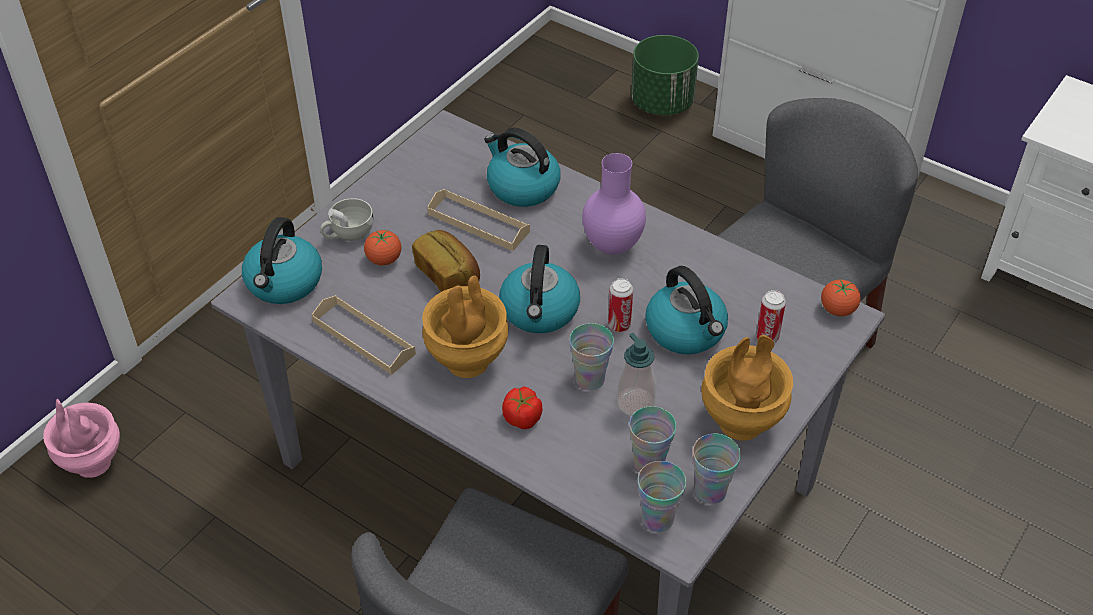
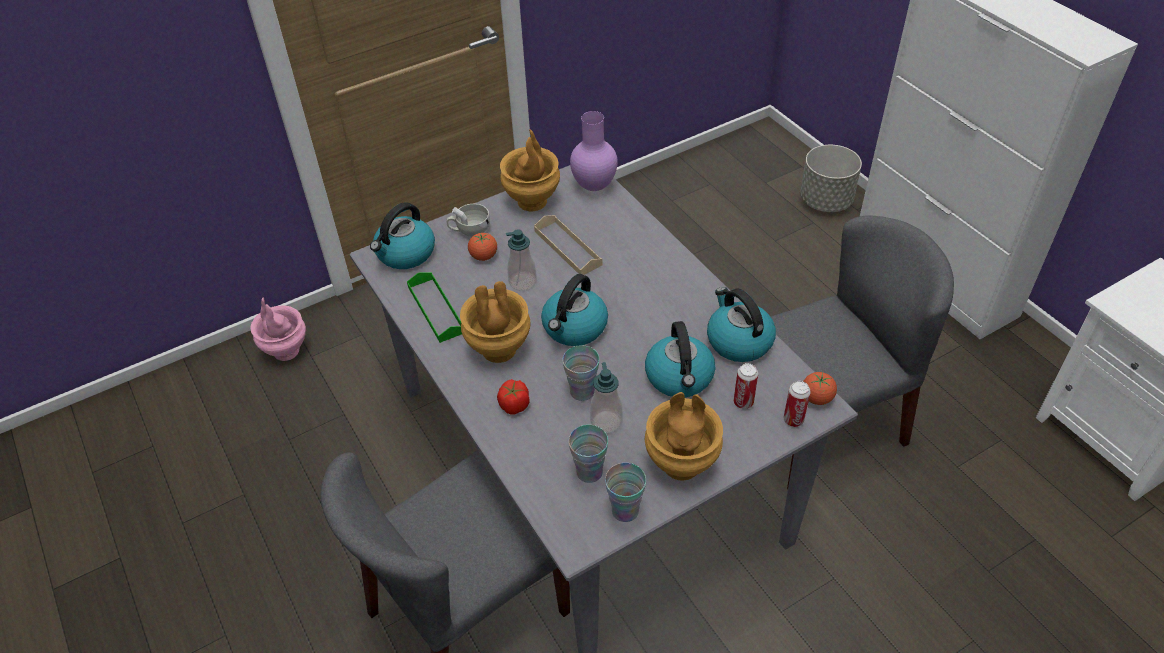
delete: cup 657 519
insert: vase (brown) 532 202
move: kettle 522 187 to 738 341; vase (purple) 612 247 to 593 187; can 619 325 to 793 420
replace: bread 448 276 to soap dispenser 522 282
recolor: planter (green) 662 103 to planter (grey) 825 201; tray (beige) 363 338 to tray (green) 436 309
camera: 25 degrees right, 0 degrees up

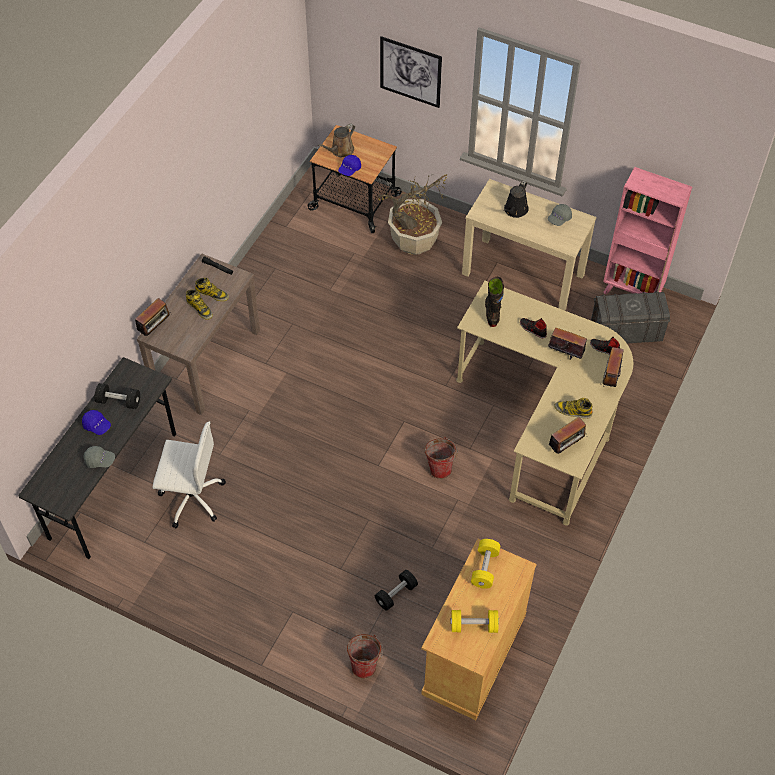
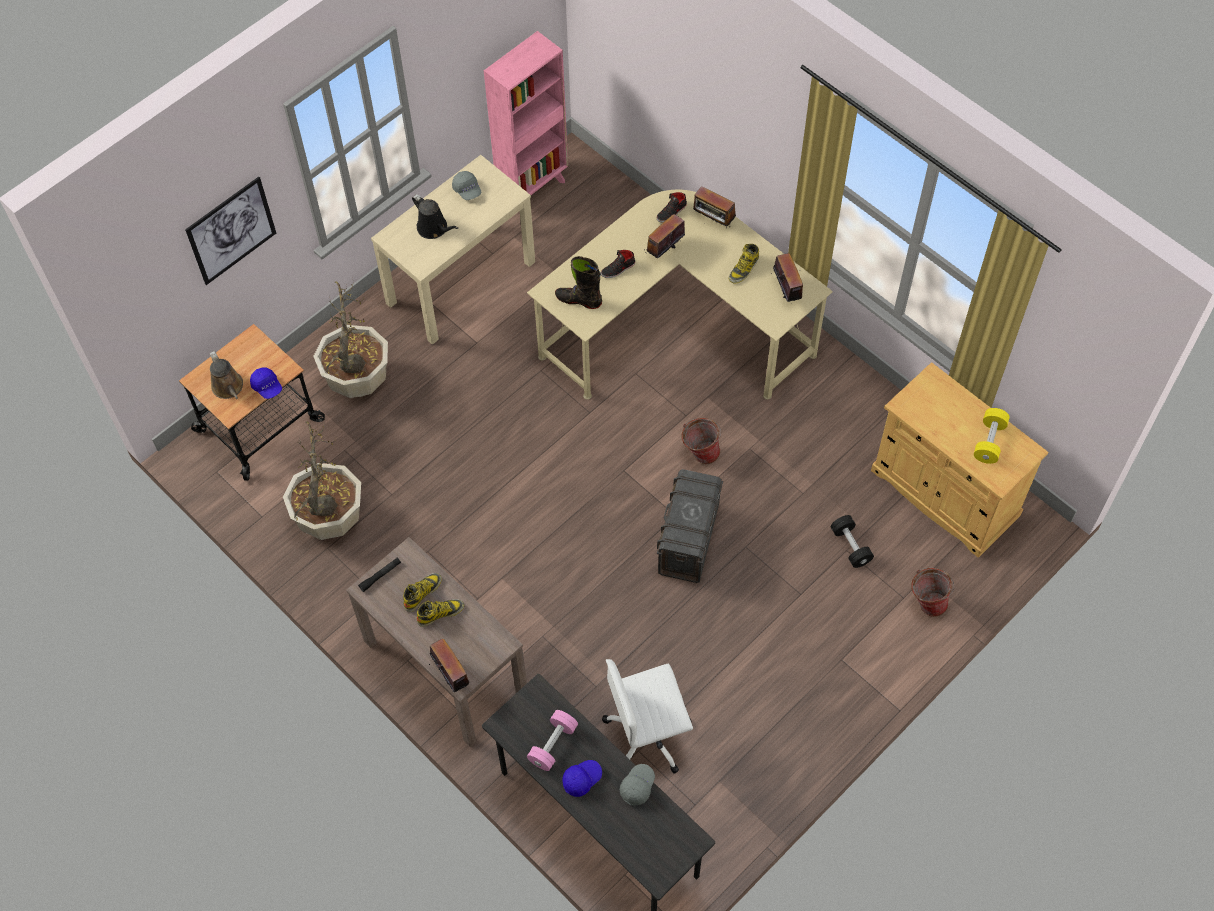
delete: dumbbell (yellow) 485 568
insert: potted plant 329 518
move: storage box (grey) 625 332 to 688 539
recolor: dumbbell (black) 119 401 to dumbbell (pink) 553 745
rotate: office chair (white) 191 497 = 649 734 135 degrees counterclockwise
camera: 70 degrees left, 5 degrees up

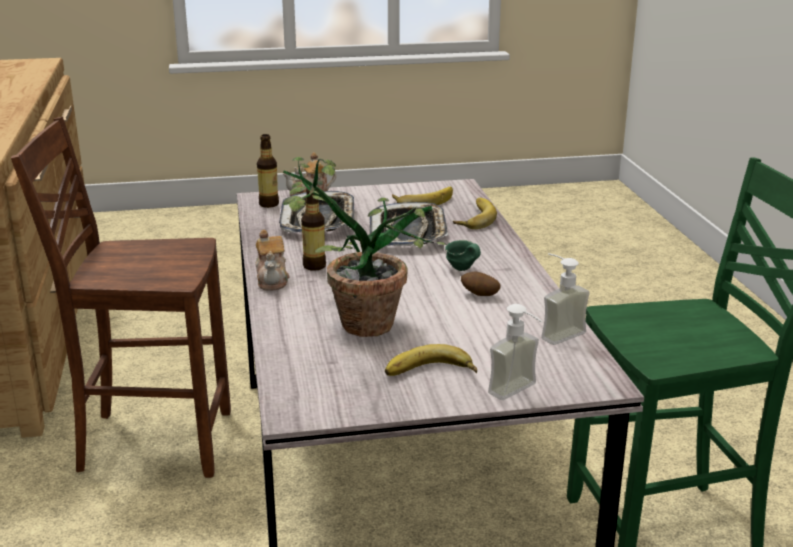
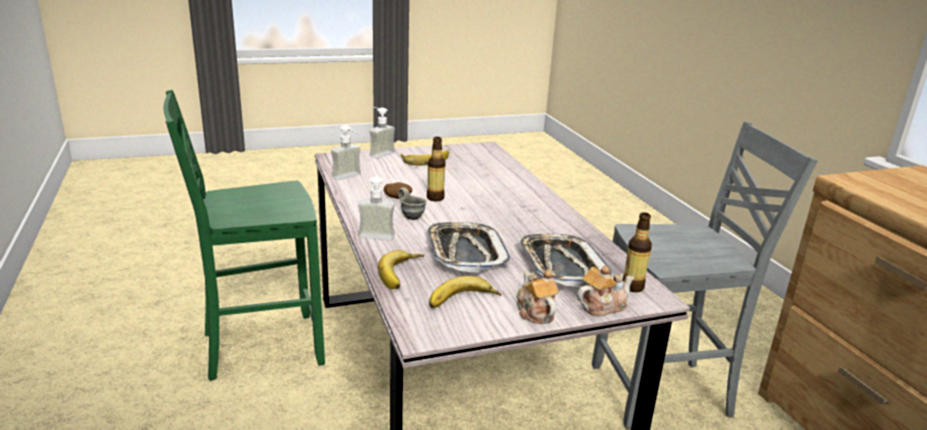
delete: potted plant 353 323
insert: soap dispenser 378 233
move: bottle 314 266 to 435 198; teapot 272 280 to 534 312
recolor: chair (brown) 152 442 to chair (grey) 664 393; mug (green) 461 270 to mug (grey) 412 216
camera: 170 degrees right, 0 degrees up

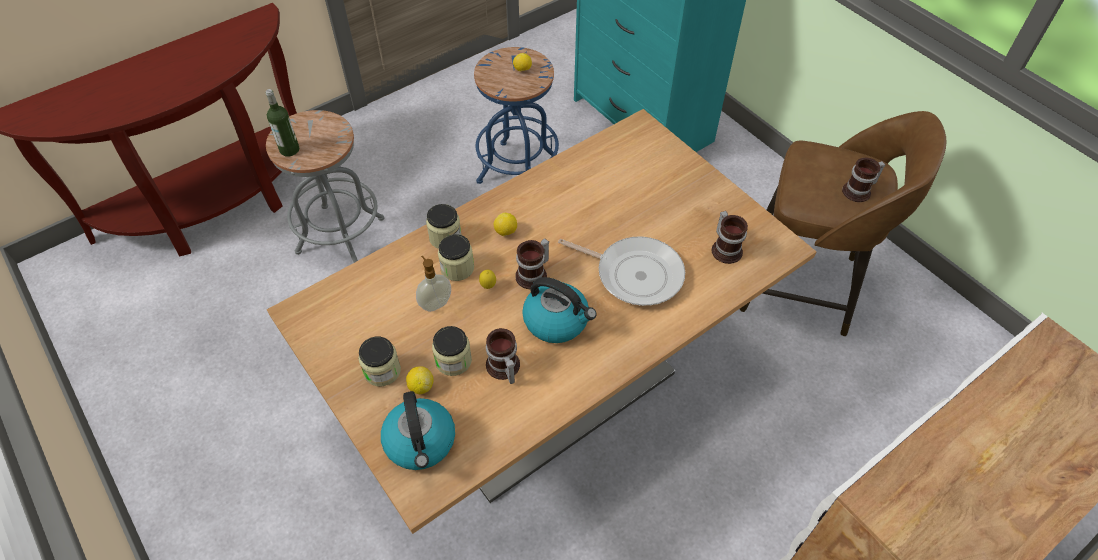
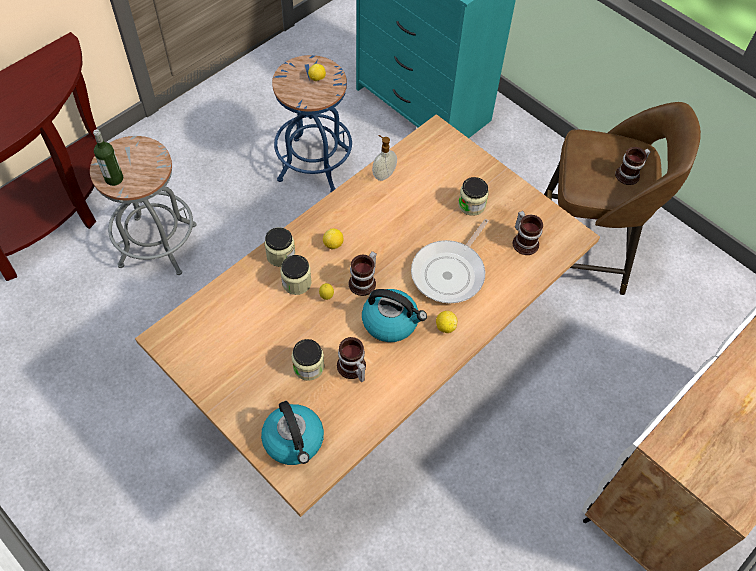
move: soap dispenser 435 303 to 383 174; jar 382 371 to 471 205; lemon 421 386 to 445 327
rotate: frying pan 634 274 = 450 272 105 degrees clockwise
camera: 10 degrees left, 5 degrees up

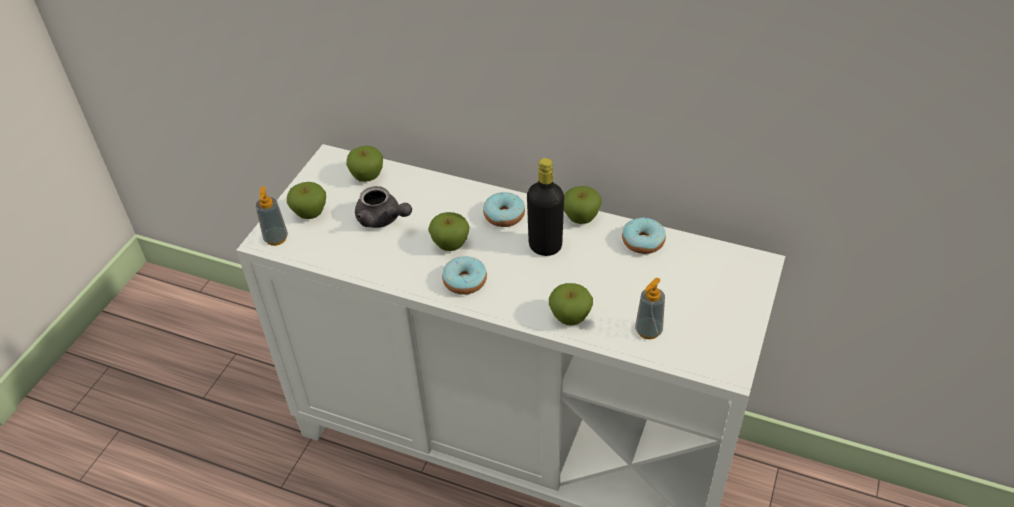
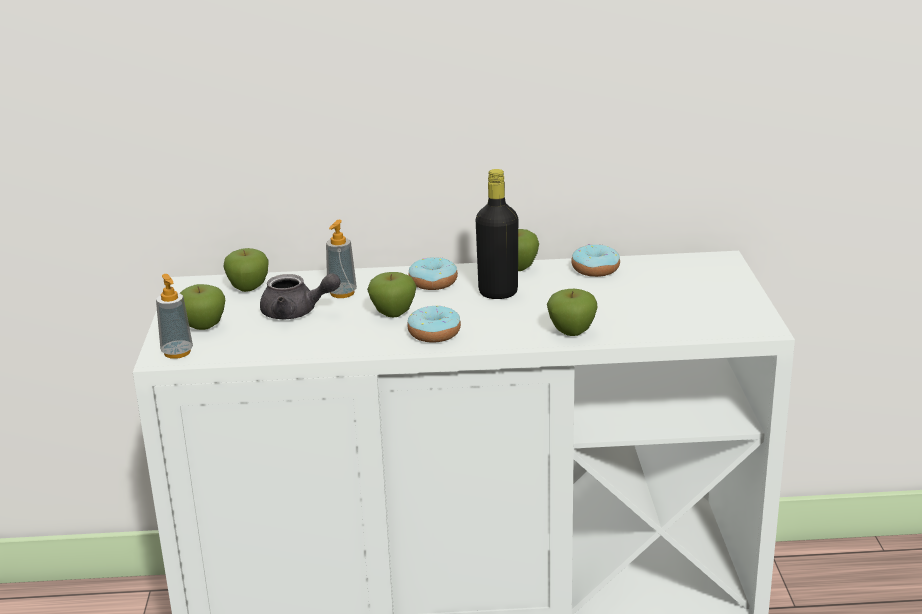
move: soap dispenser 648 330 to 342 293
camera: 25 degrees left, 20 degrees down

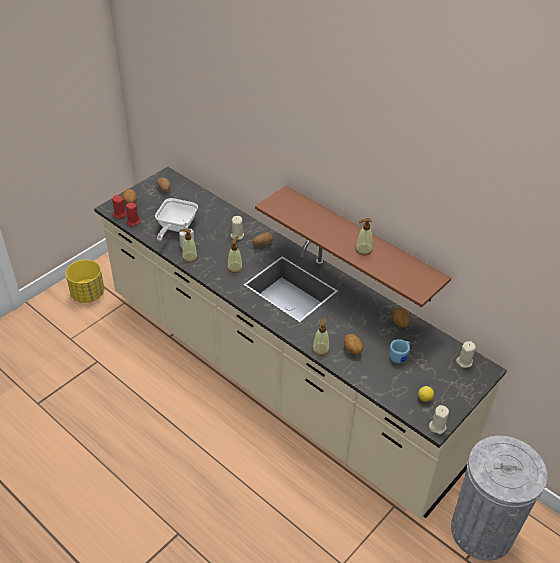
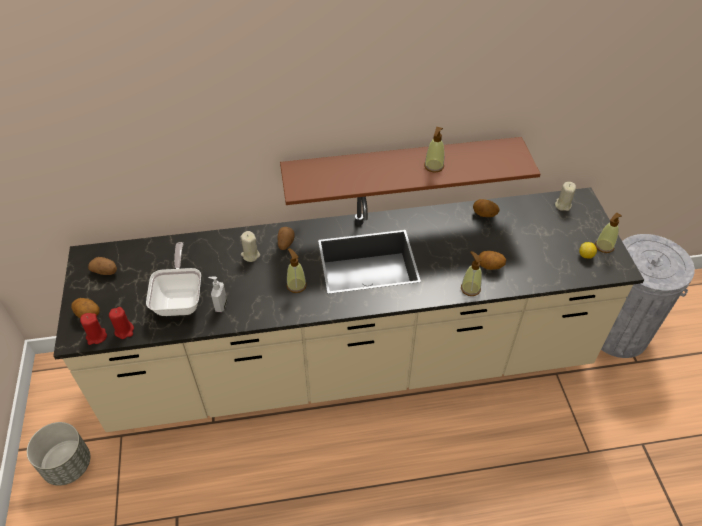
delete: mug (blue) 400 356; candle (beige) 437 426
move: soap dispenser 189 257 to 604 246
recolor: planter (yellow) 88 294 to planter (grey) 68 465
rotate: frying pan 175 228 = 180 299 150 degrees counterclockwise
camera: 50 degrees left, 5 degrees up

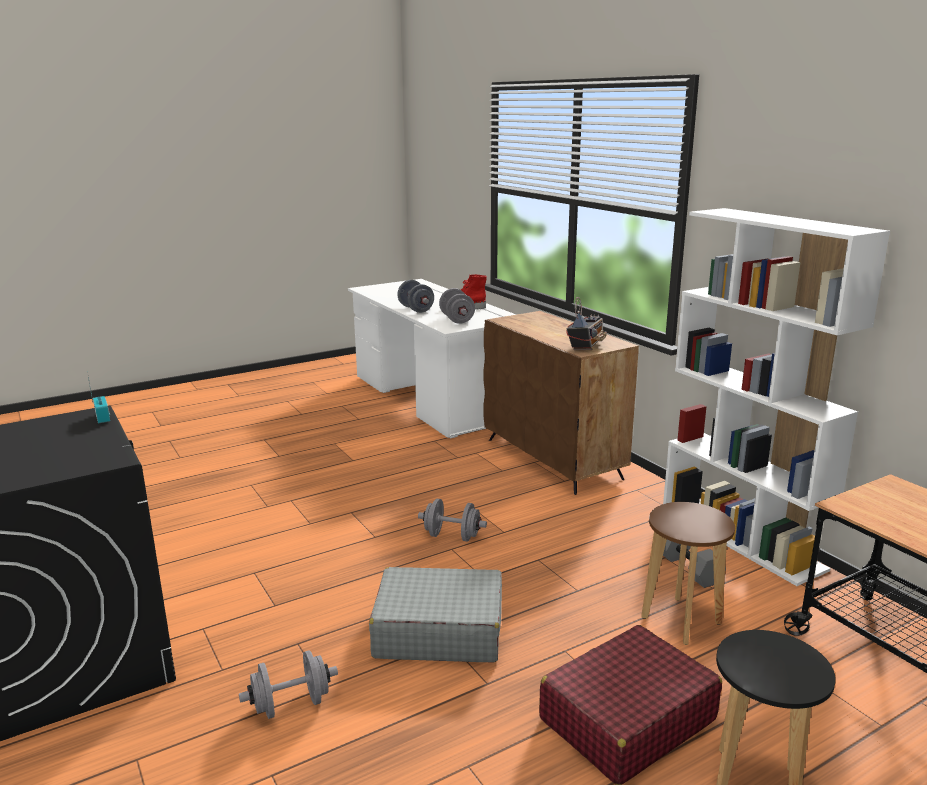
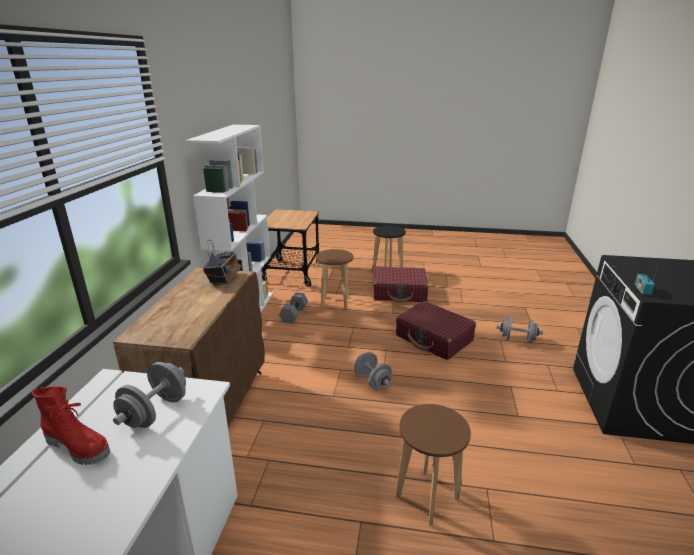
delete: dumbbell (grey) 416 309
insert: stool (brown) 427 497
recolor: suitcase (grey) 438 631 to suitcase (red) 434 338
rotate: radio 586 346 = 224 278 120 degrees clockwise
camera: 140 degrees left, 5 degrees up

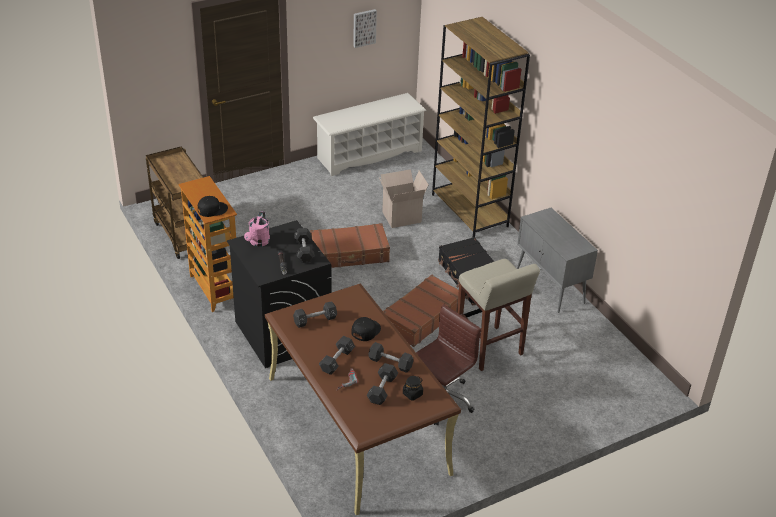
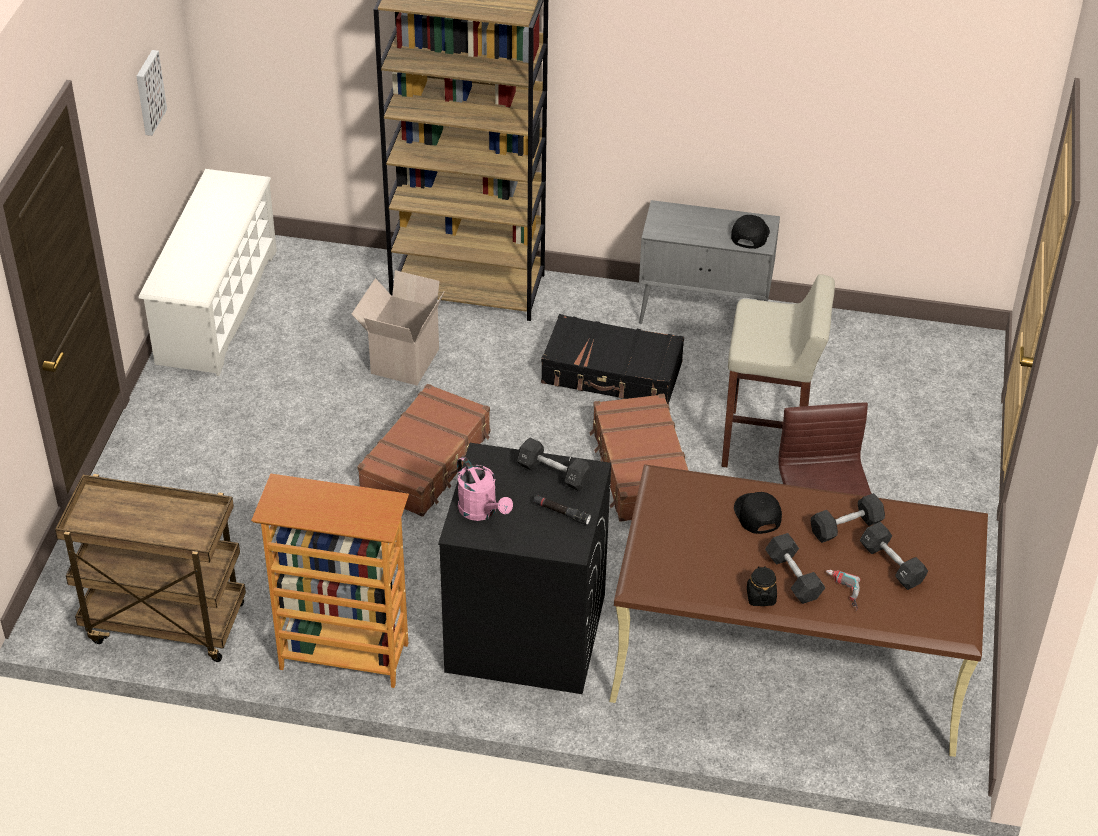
delete: dumbbell (black) 315 320
move: cap (black) 212 209 to 749 234; jar (black) 412 394 to 760 597
camera: 50 degrees left, 5 degrees up

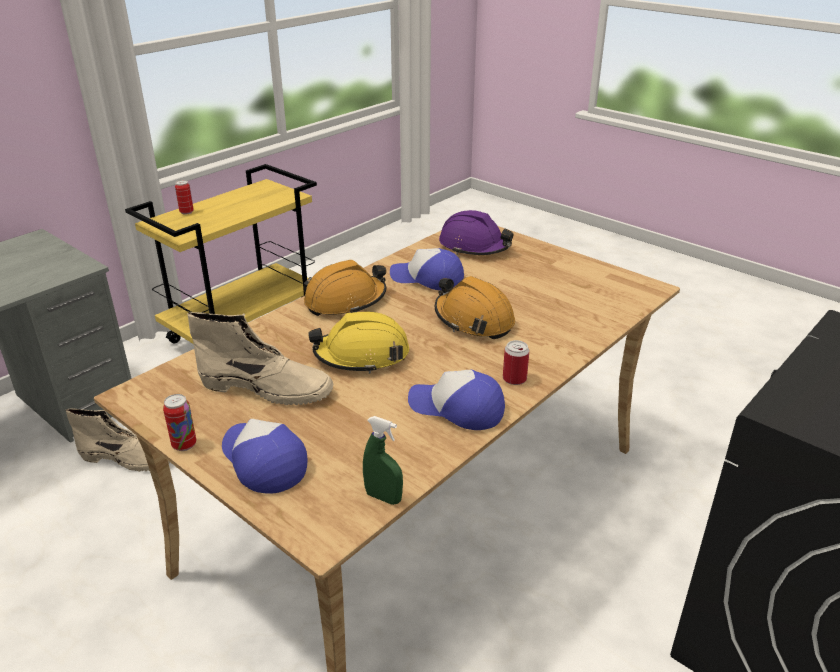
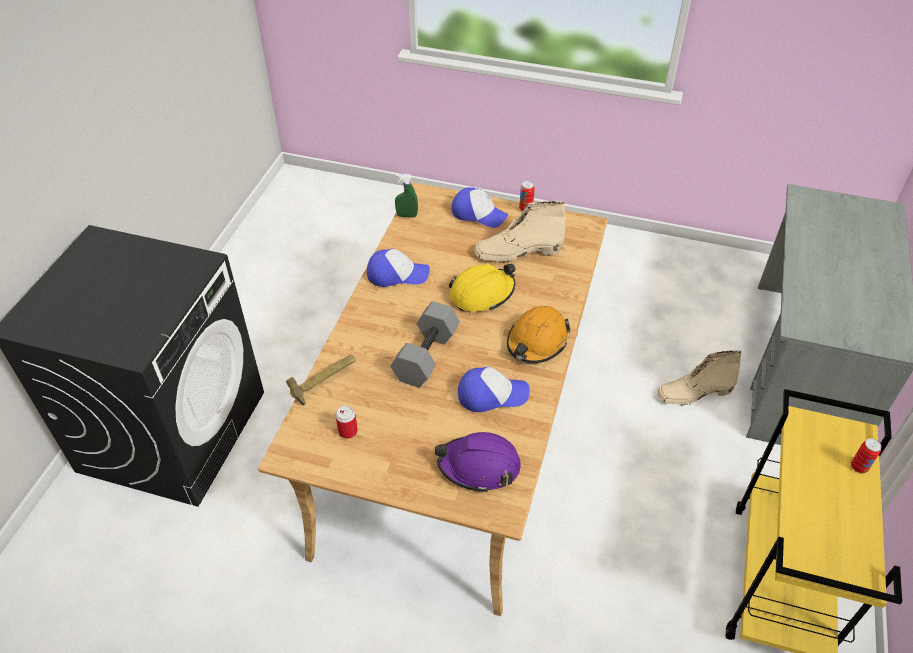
insert: hammer 324 383
move: can 514 379 to 348 431
replace: hard hat (orange) 473 320 to dumbbell (grey) 425 354
camera: 155 degrees right, 15 degrees up

